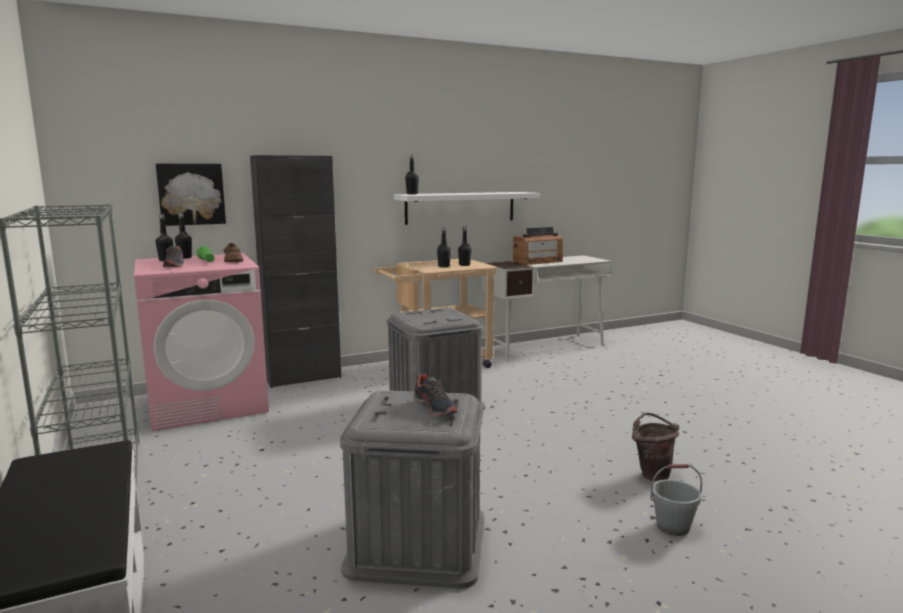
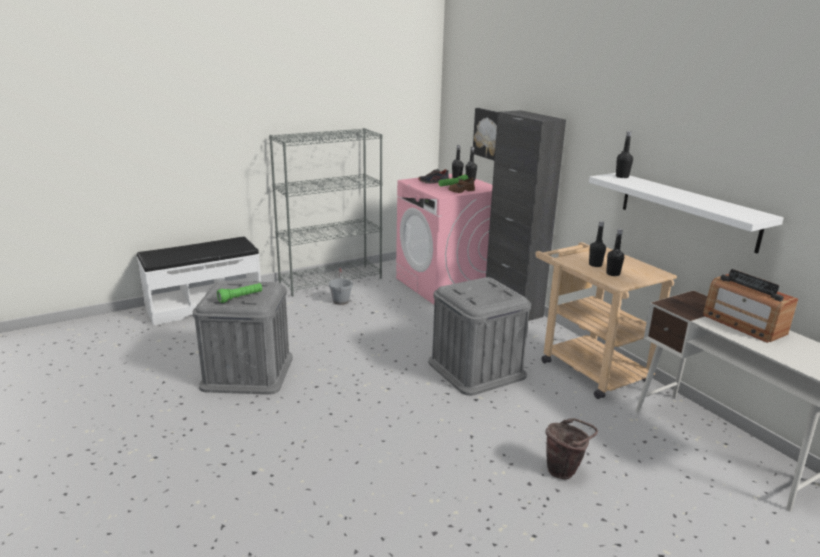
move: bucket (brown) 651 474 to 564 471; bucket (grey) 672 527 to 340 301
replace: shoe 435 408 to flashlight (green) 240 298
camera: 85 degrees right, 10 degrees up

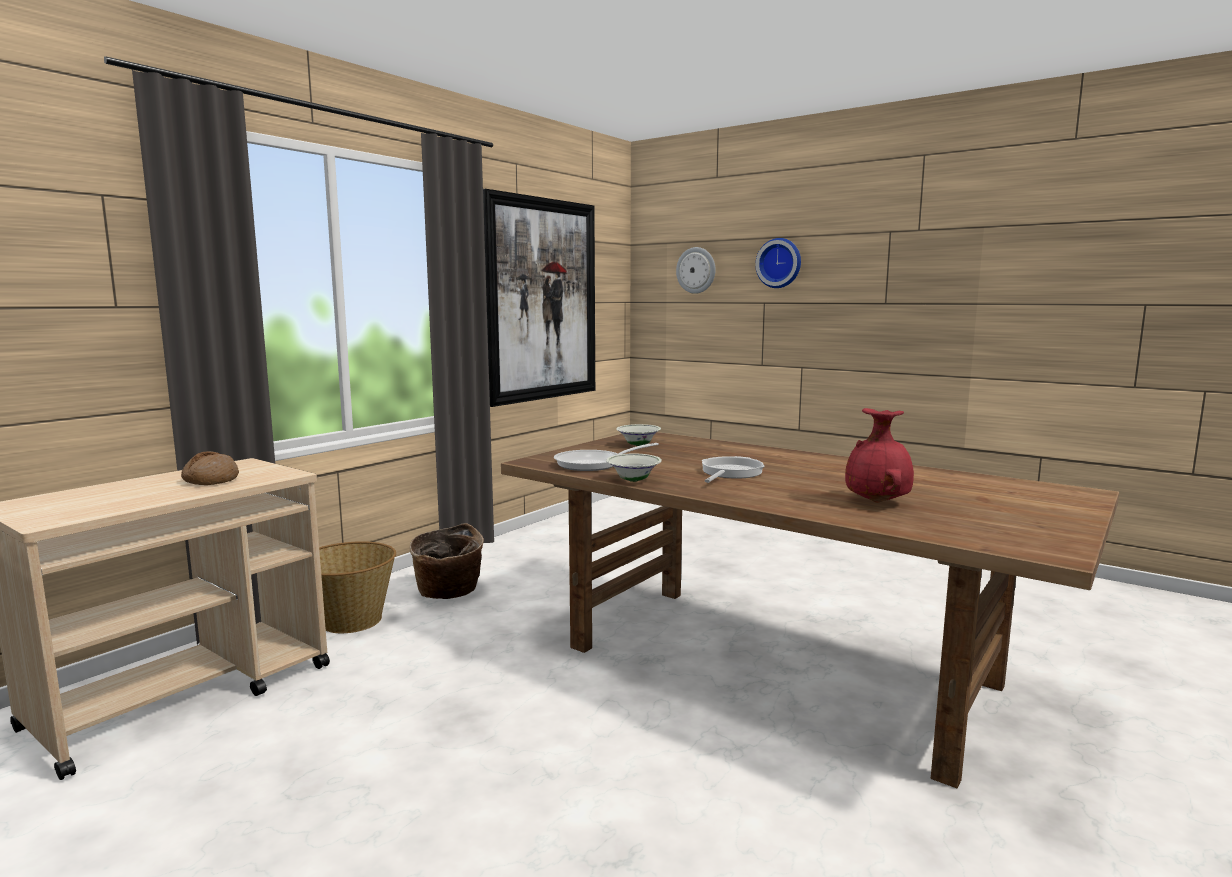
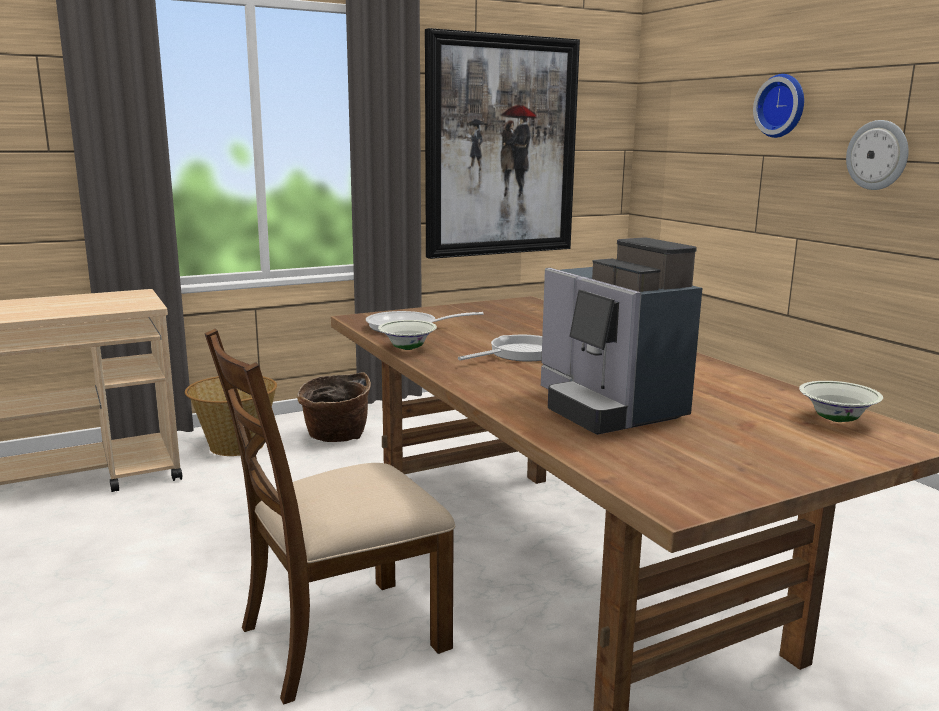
delete: bread 210 480
insert: chair (brown) 341 636
move: wall clock 696 270 to 877 155; bowl (white) 638 445 to 836 420
replace: vase (red) 878 502 to coffee machine 608 408
camera: 25 degrees right, 5 degrees up

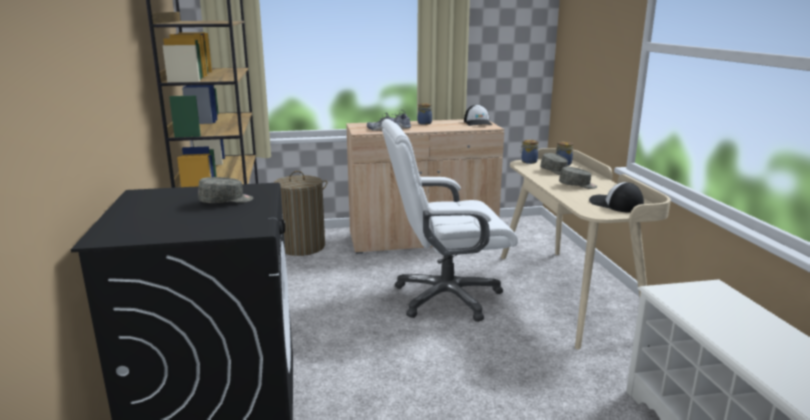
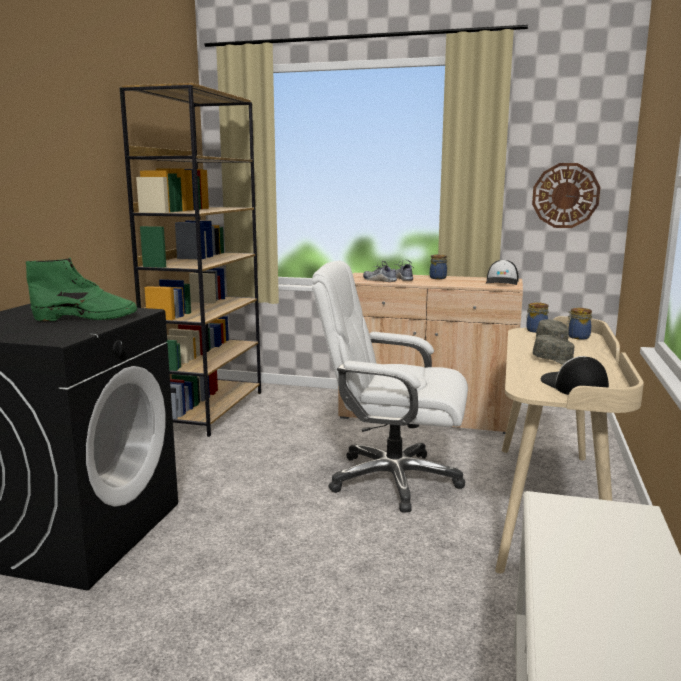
delete: laundry basket 302 246
insert: wall clock 565 195
replace: cap (grey) 226 201 to boot (green) 87 318
camera: 25 degrees right, 5 degrees down

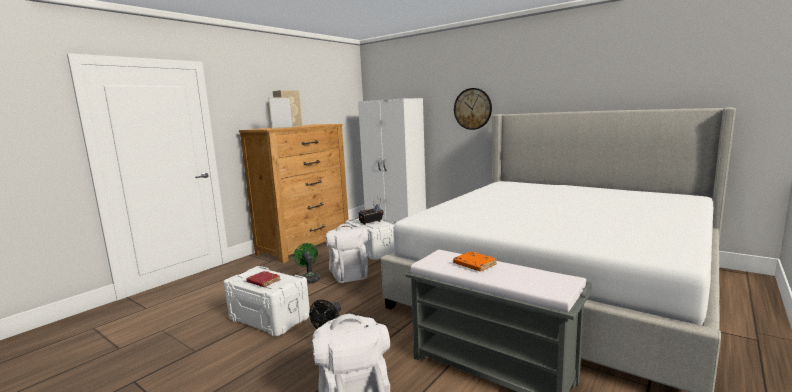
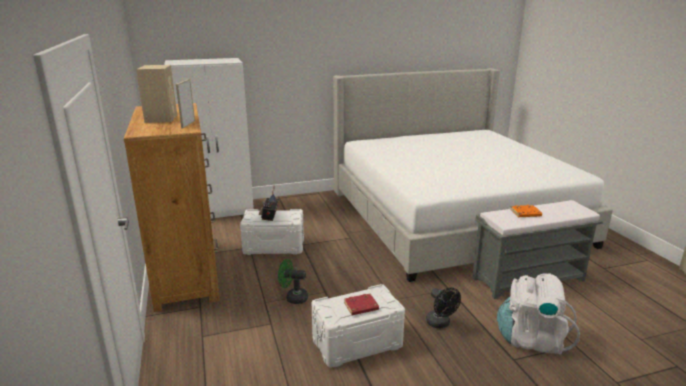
delete: wall clock 472 109; backpack (white) 348 274
camera: 55 degrees left, 10 degrees up

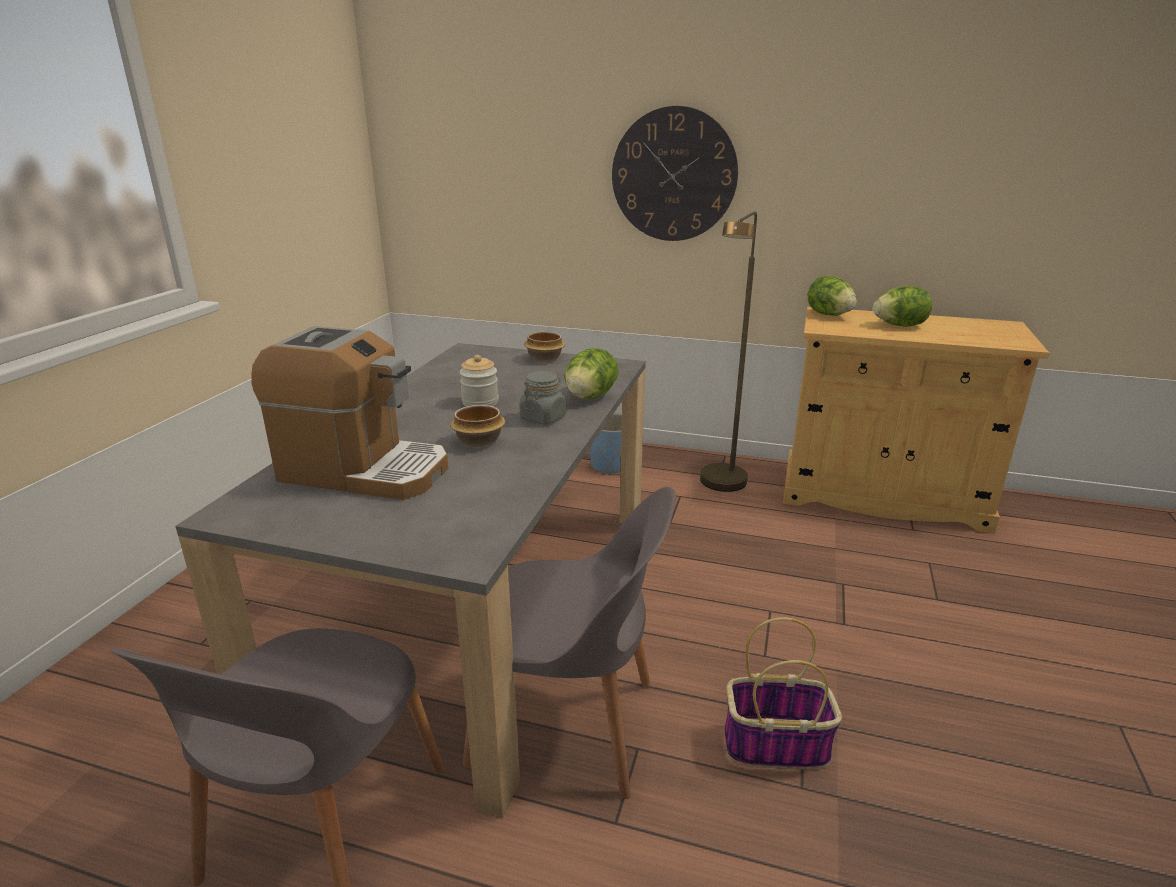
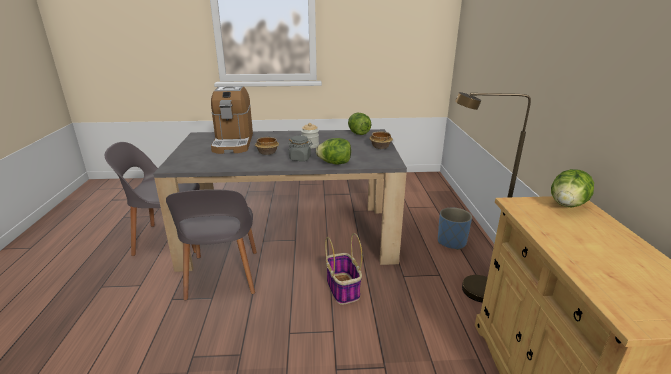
delete: wall clock 674 175
move: lettuce 899 325 to 358 133; basket 776 745 to 343 289
camera: 70 degrees right, 0 degrees up

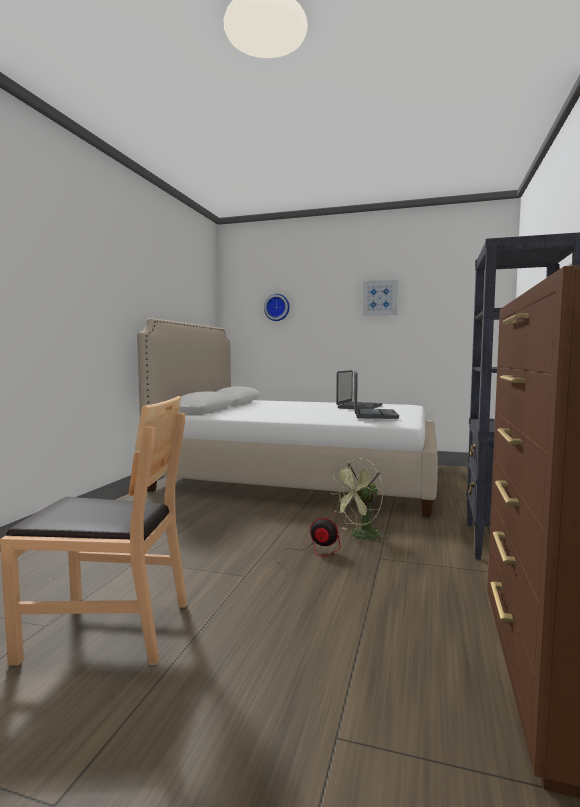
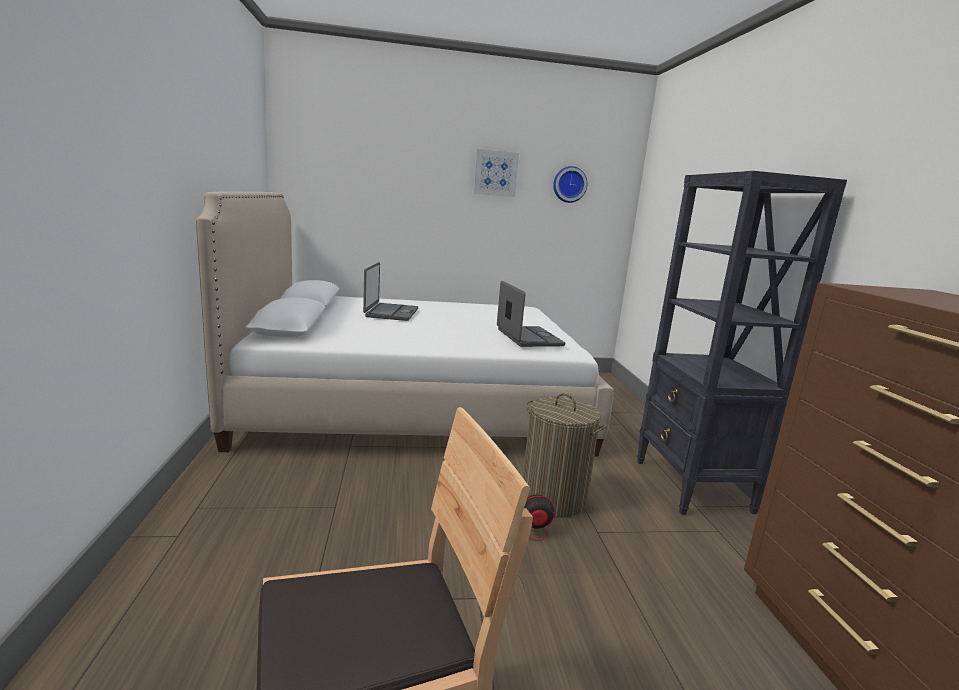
move: wall clock 277 307 to 569 184; laptop 359 407 to 391 313
replace: fan (green) 361 536 to laundry basket 553 498
camera: 25 degrees left, 10 degrees up

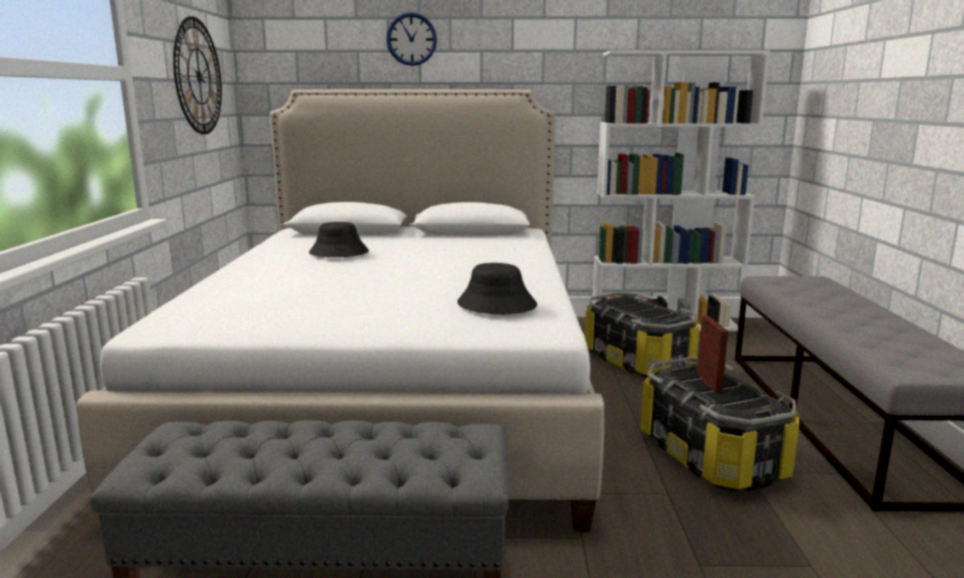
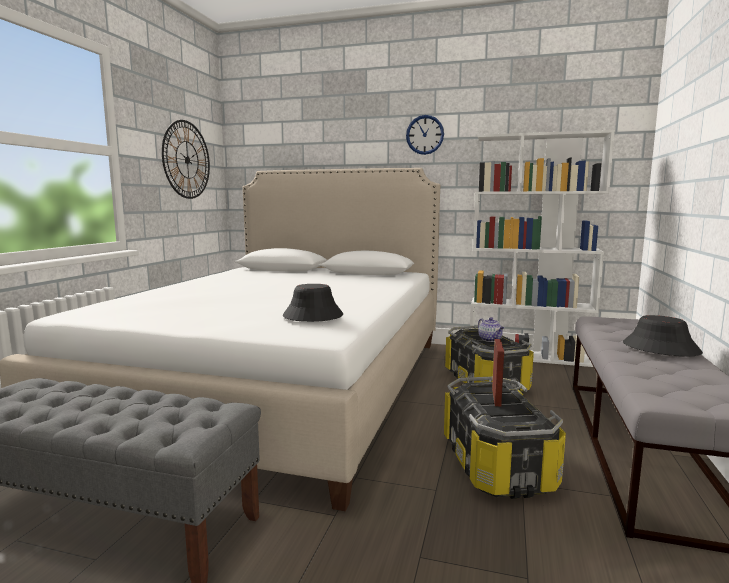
insert: teapot 490 340
move: wall clock 411 39 to 425 135; hat (black) 338 253 to 660 348
camera: 15 degrees right, 5 degrees down

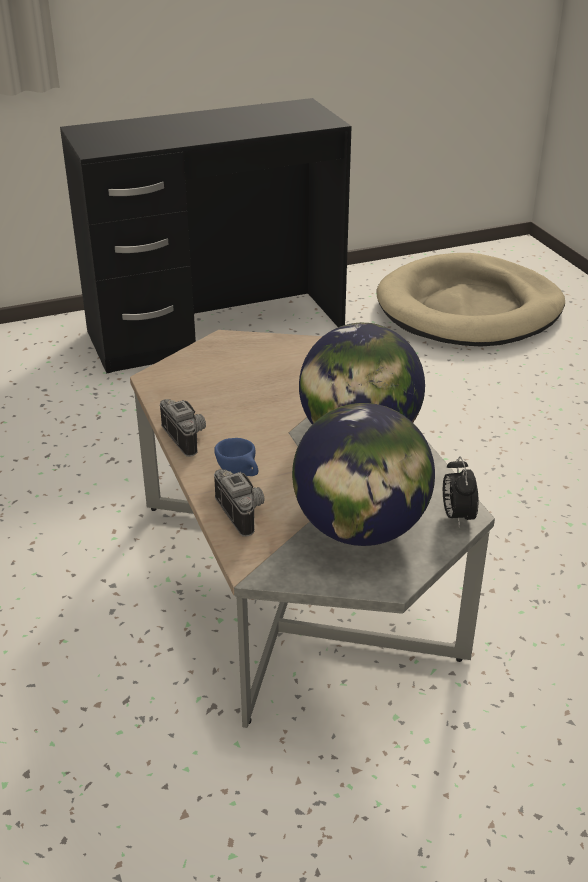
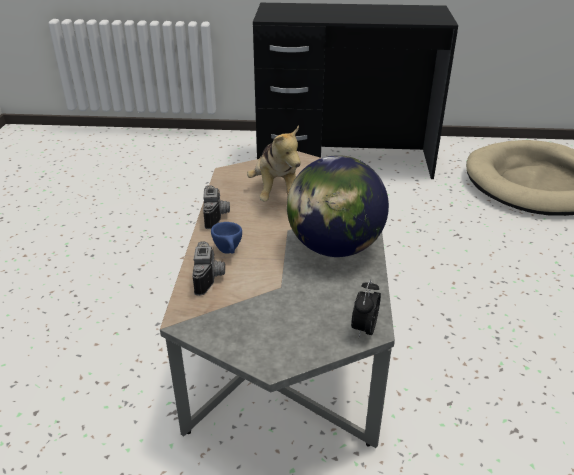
delete: globe 360 529
insert: plush toy 275 192
camera: 25 degrees right, 0 degrees up

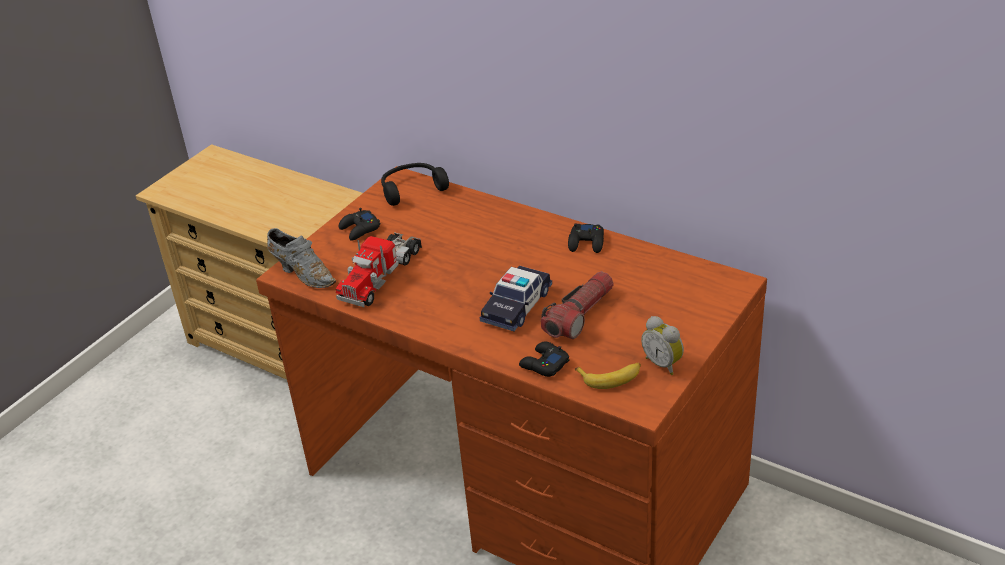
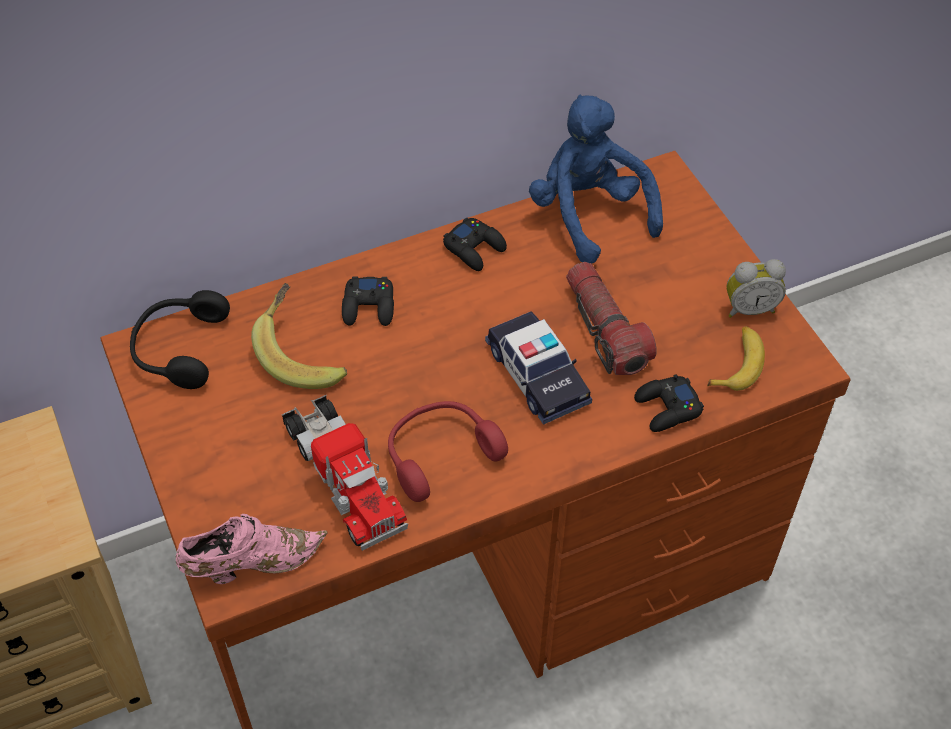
insert: plush toy (blue) 589 214; banana 303 353; headphones (red) 439 454
move: game controller (black) 359 229 to 369 306
recolor: shoe (grey) 302 273 to shoe (pink) 250 564
camera: 60 degrees left, 15 degrees up

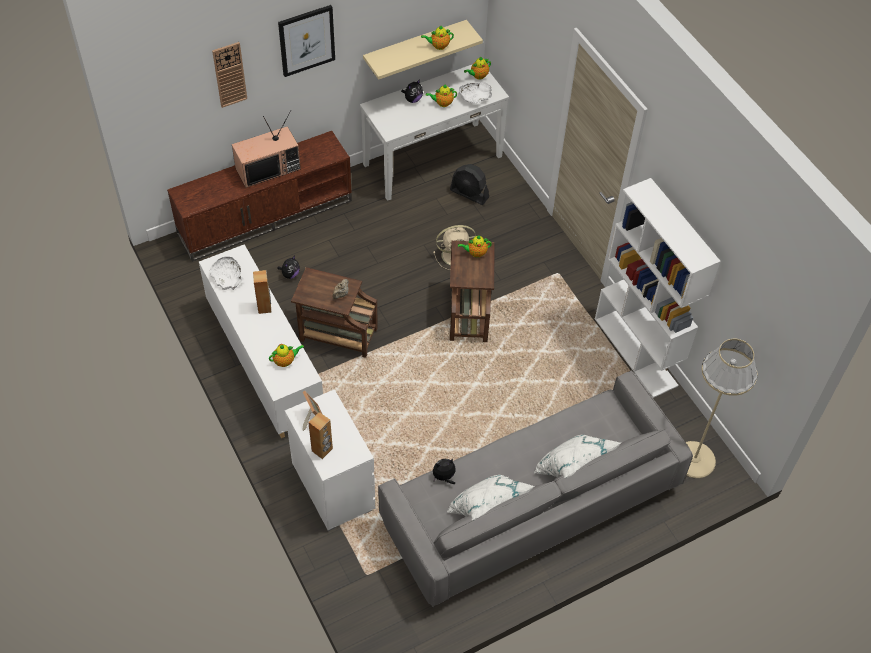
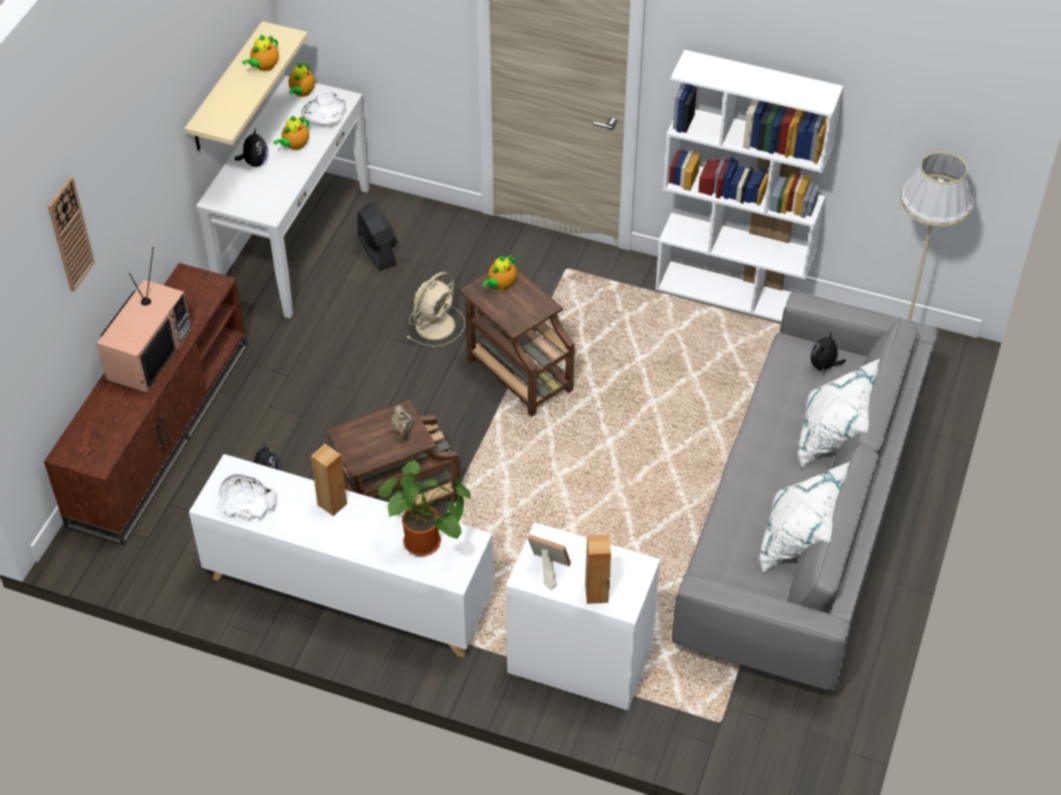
delete: picture 306 40
move: plush toy 444 477 to 824 366
replace: teapot 285 361 to potted plant 427 543
rotate: fan (black) 469 194 = 377 250 105 degrees counterclockwise
camera: 40 degrees left, 5 degrees down

